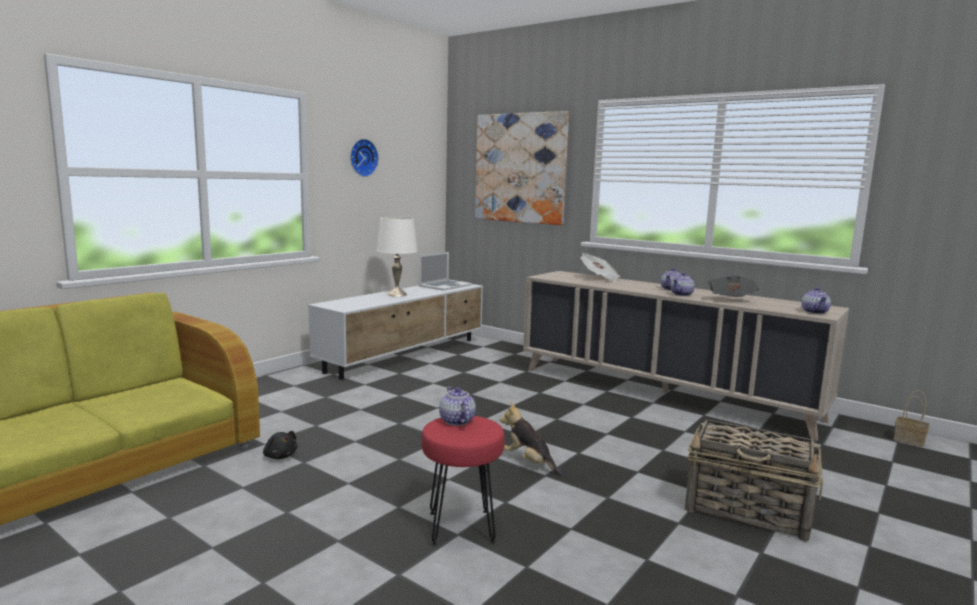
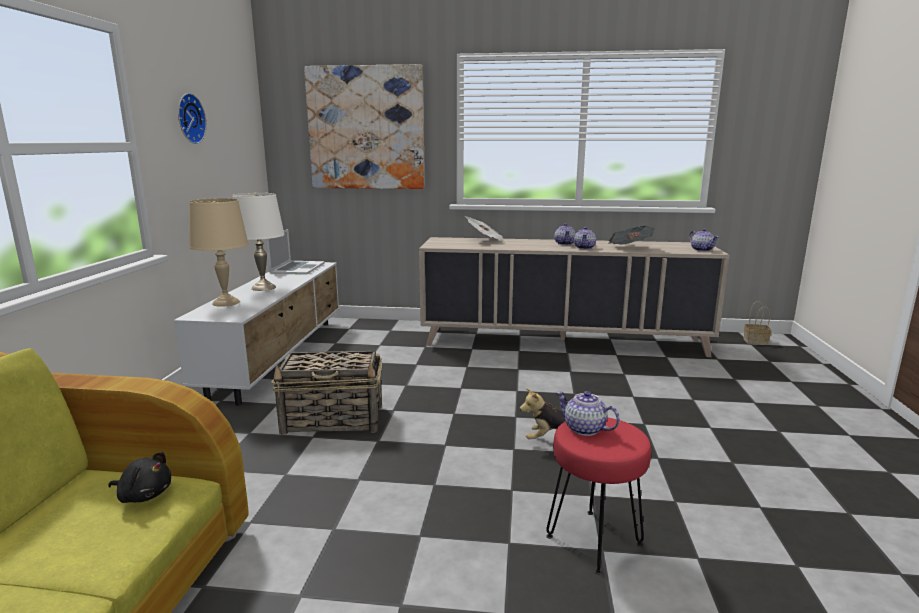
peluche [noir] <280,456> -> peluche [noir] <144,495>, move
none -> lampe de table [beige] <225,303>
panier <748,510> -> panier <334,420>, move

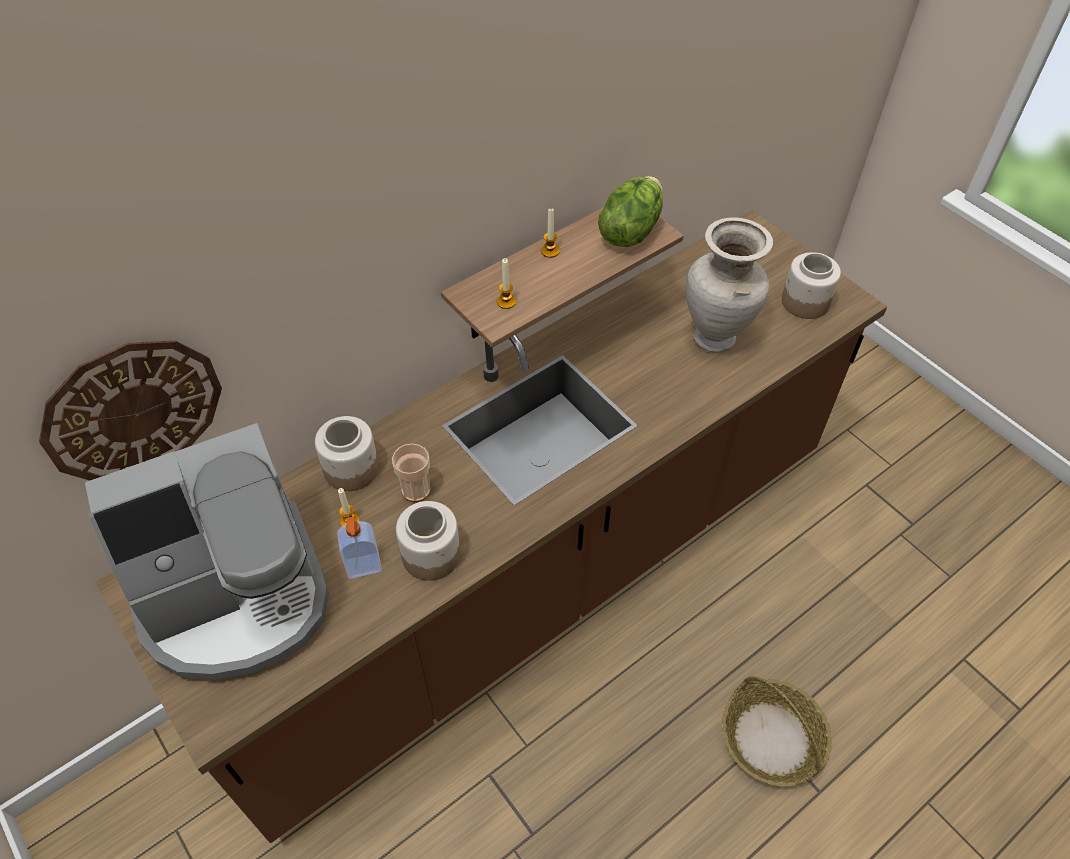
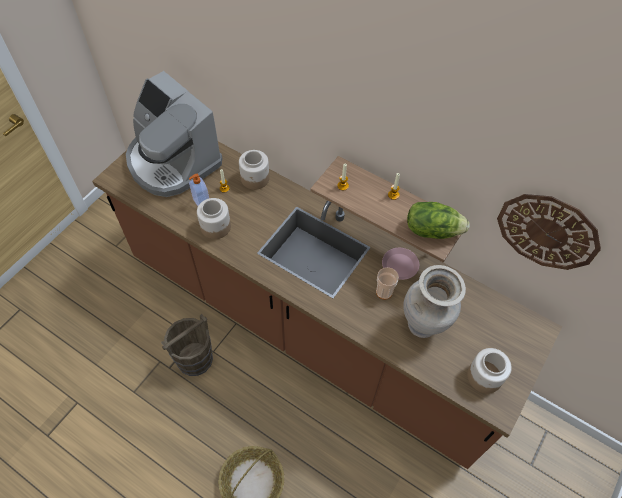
none -> seau [marron] <194,359>
tasse <416,490> -> tasse <384,292>, move
none -> assiette [rose] <399,265>
horloge murale <133,411> -> horloge murale <547,231>, move

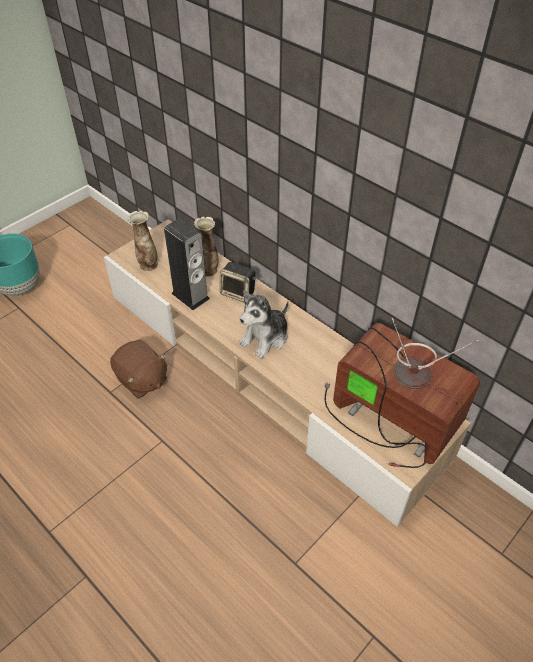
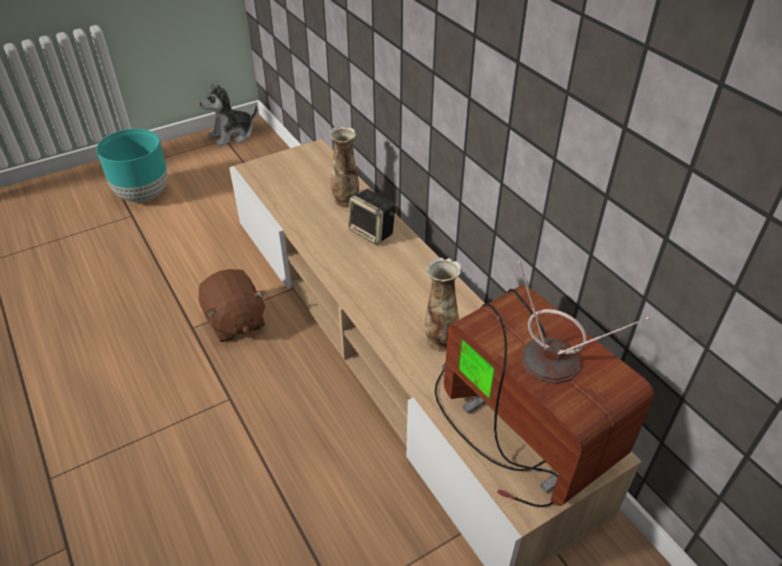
peluche <265,338> -> peluche <232,135>, move
vase <148,265> -> vase <440,340>, move
enceinte <190,296> -> none

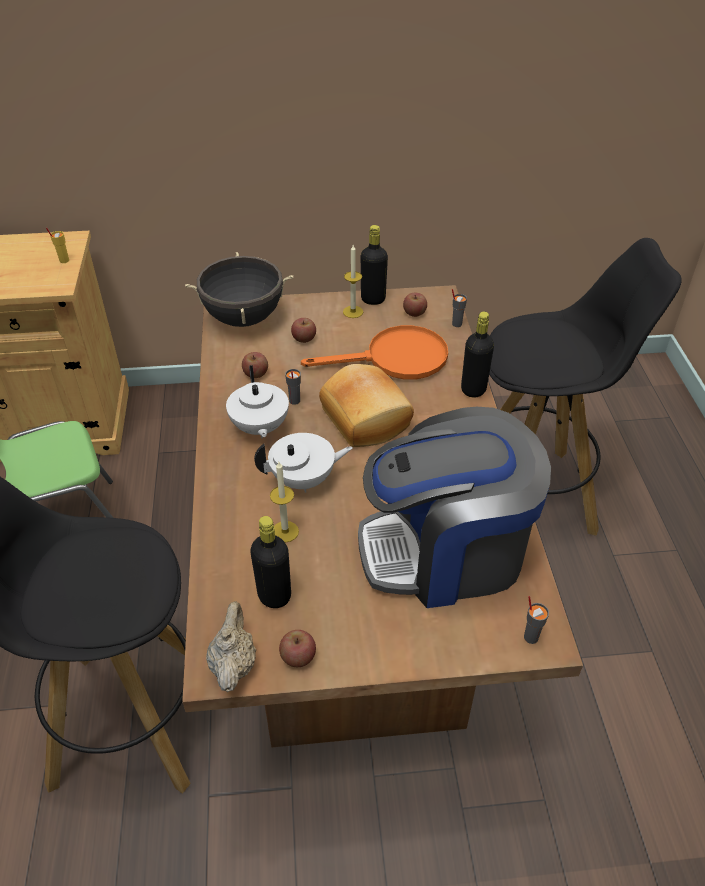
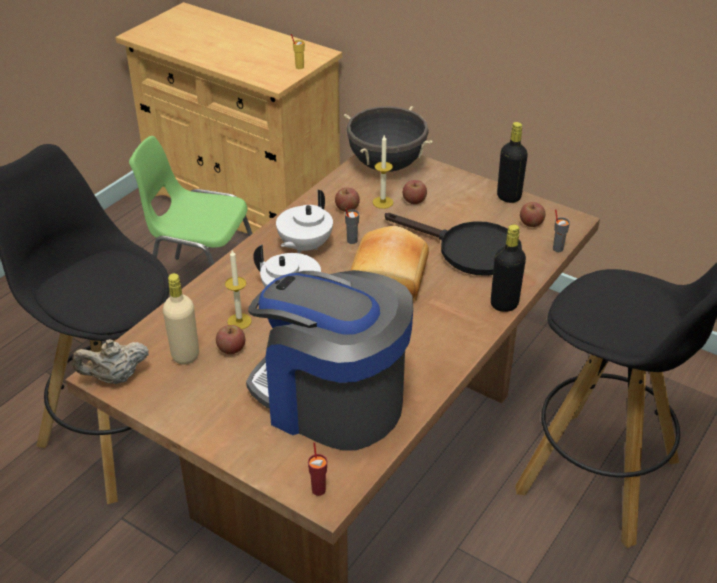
théière [beige] <233,664> -> théière [beige] <115,378>, 150 degrees counterclockwise
bouteille [noir] <274,595> -> bouteille [beige] <185,355>
pomme <298,656> -> pomme <231,348>, move
tasse [gris] <530,637> -> tasse [rouge] <318,489>
bougie <353,312> -> bougie <383,202>, move
poêle [orange] <395,359> -> poêle [noir] <468,250>

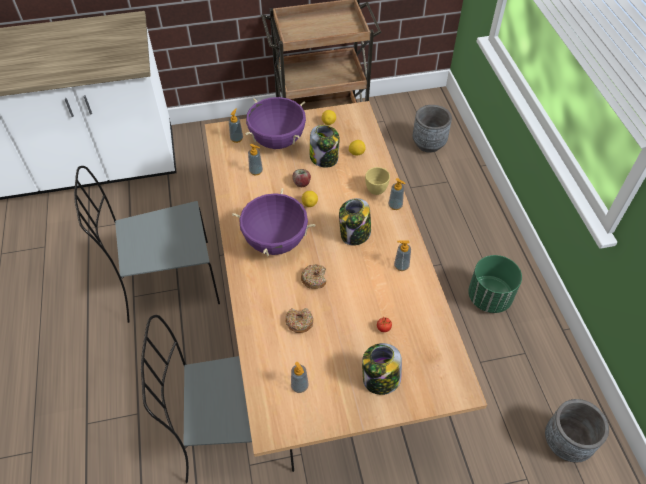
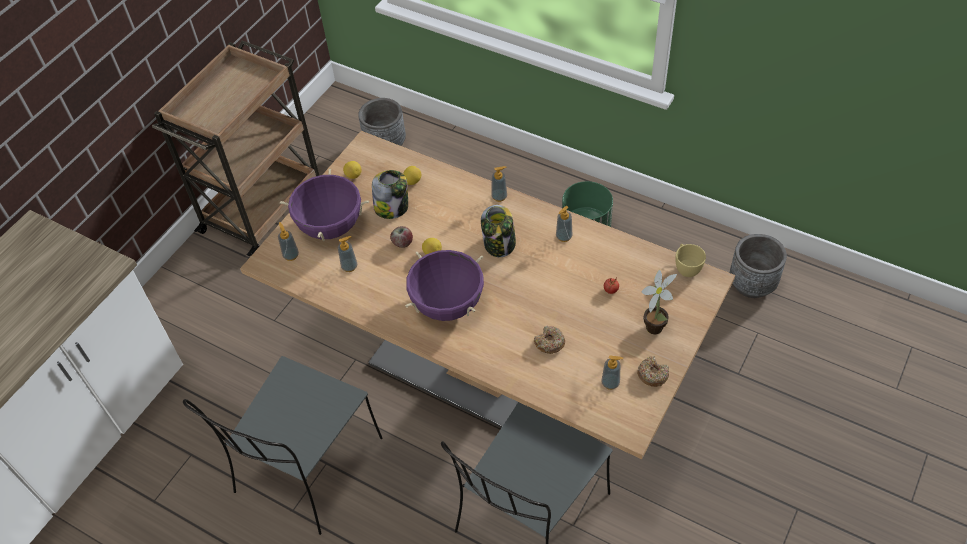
beignet <314,279> -> beignet <652,374>, move
bocal <380,380> -> plante en pot <654,325>
tasse [jaune] <377,188> -> tasse [jaune] <686,268>, move

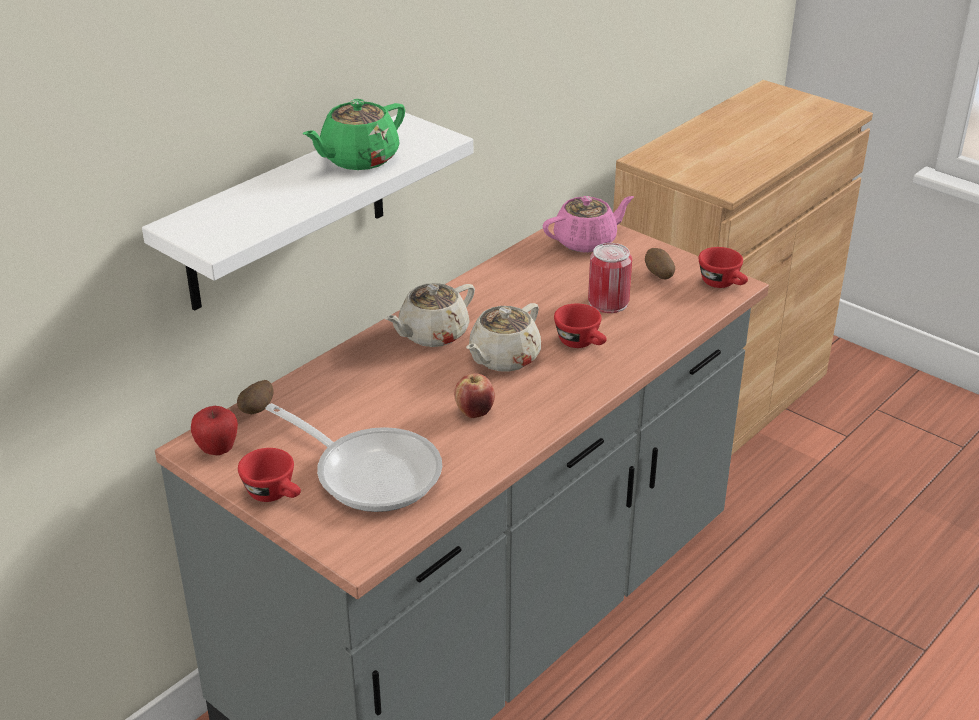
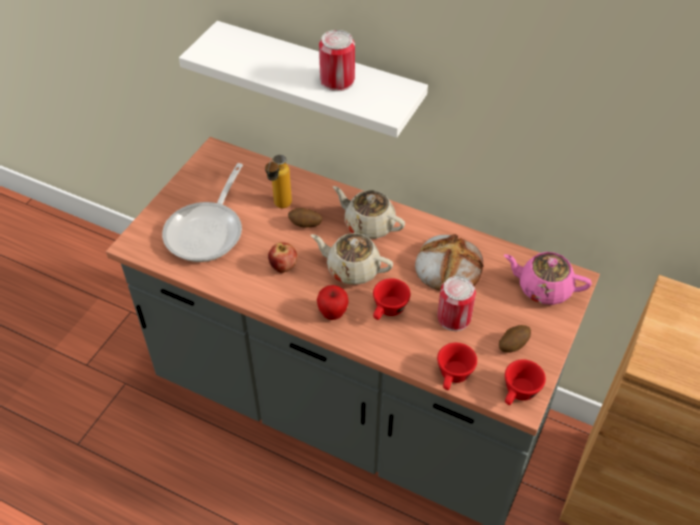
none -> bouteille <280,208>
pomme de terre <257,410> -> pomme de terre <305,225>, move
pomme <218,450> -> pomme <332,313>, move
théière [vert] <358,159> -> boîte métallique <337,80>
none -> pain <448,266>
tasse [rouge] <275,494> -> tasse [rouge] <453,377>, move
théière [rose] <586,241> -> théière [rose] <543,288>, 150 degrees clockwise

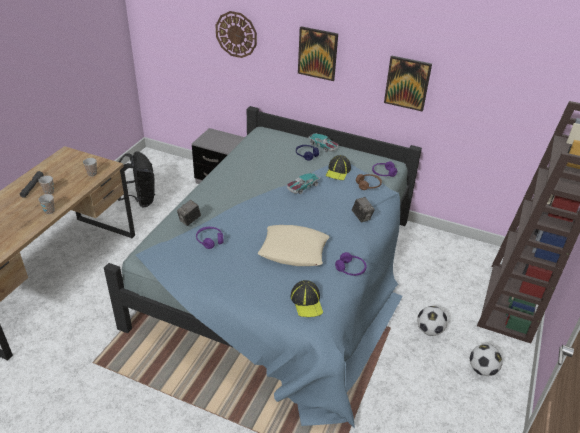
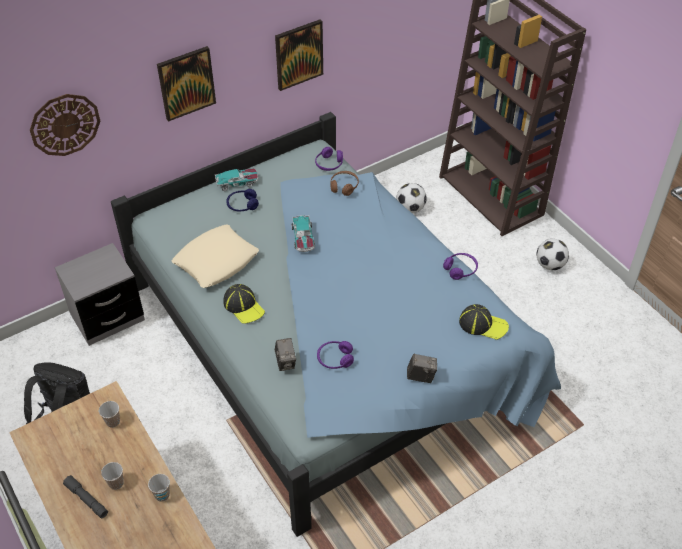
coussin [beige] <294,250> -> coussin [beige] <216,261>, move
casquette <338,171> -> casquette <244,306>, move
ballon de foot <429,330> -> ballon de foot <410,208>, move
appareil photo <362,217> -> appareil photo <421,376>, move

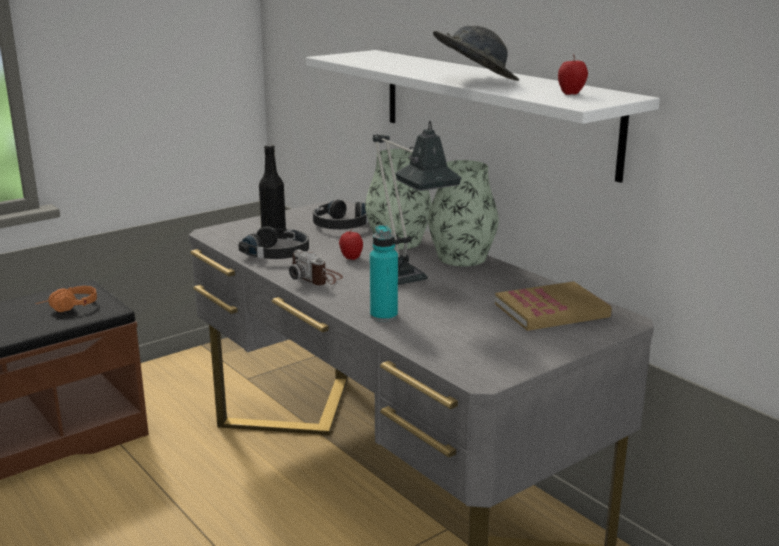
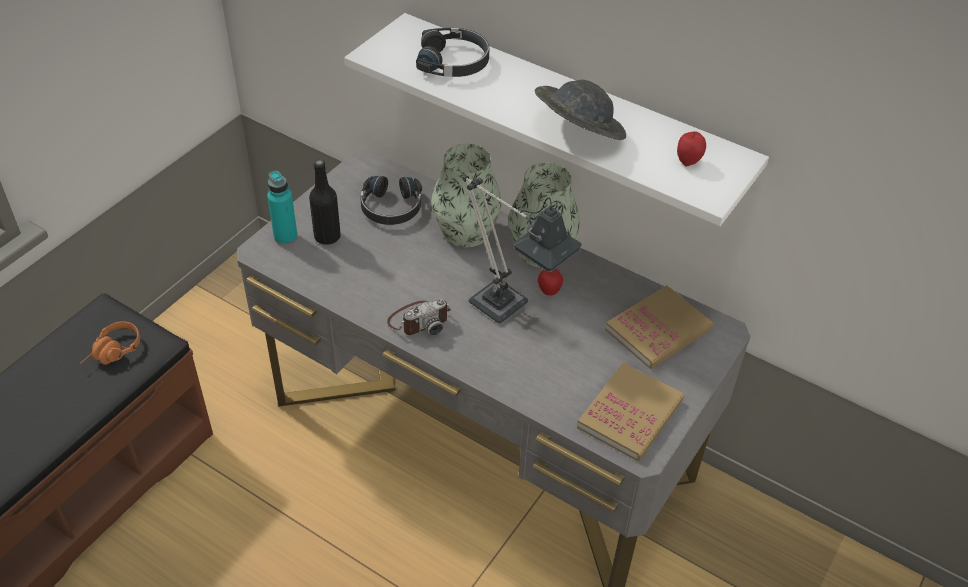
bouteille [turquoise] <384,316> -> bouteille [turquoise] <285,237>, move
appareil photo <316,278> -> appareil photo <419,320>, 60 degrees counterclockwise
casque audio [noir] <278,253> -> casque audio [noir] <454,62>, move
pomme <351,258> -> pomme <549,291>, move
none -> livre <630,414>

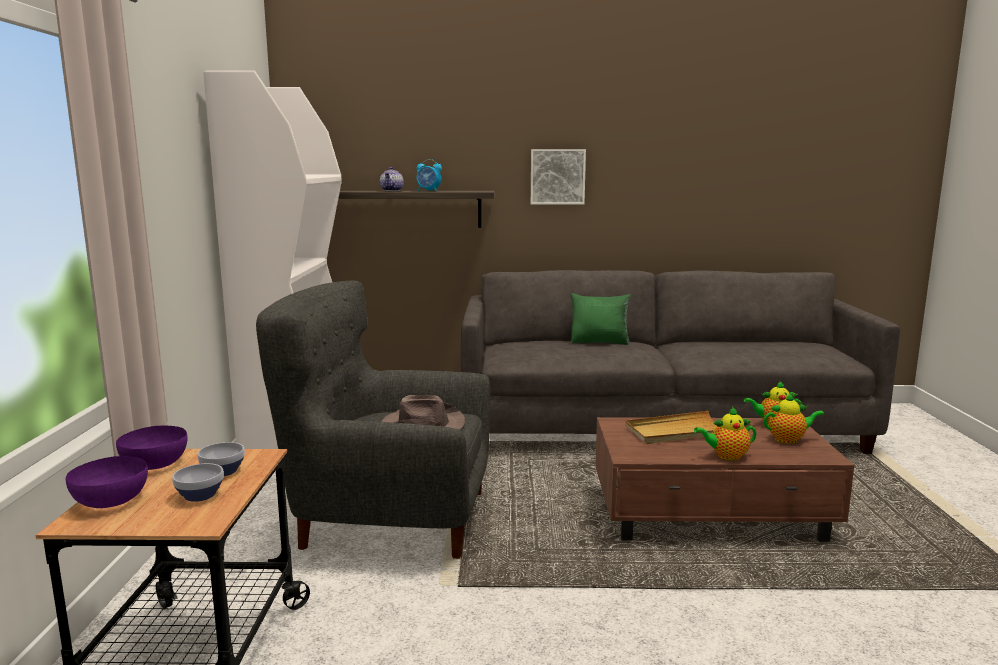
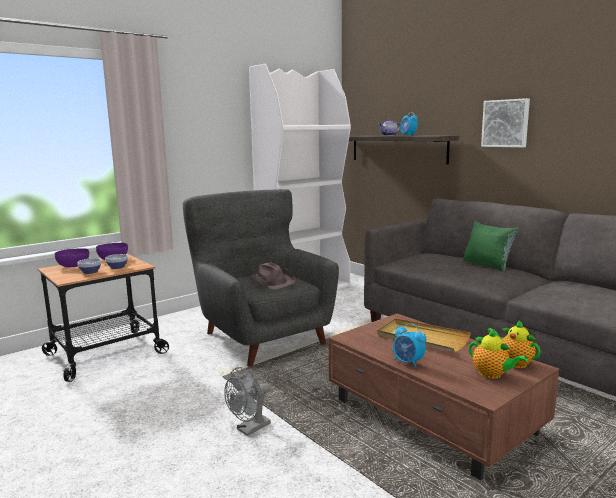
none -> ventilateur [gris] <249,429>
théière <726,456> -> réveil <408,362>

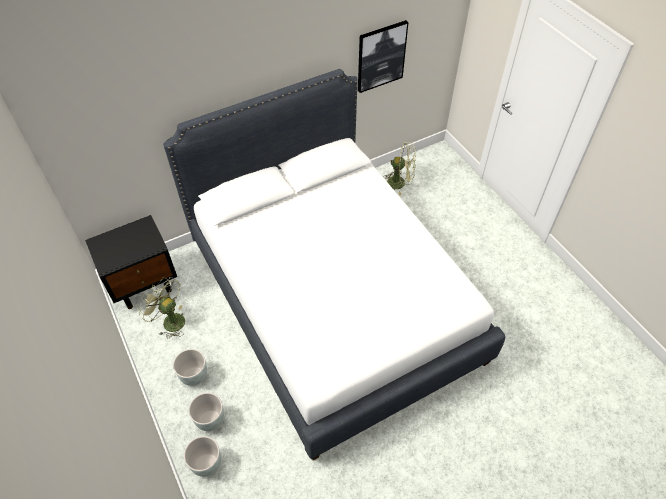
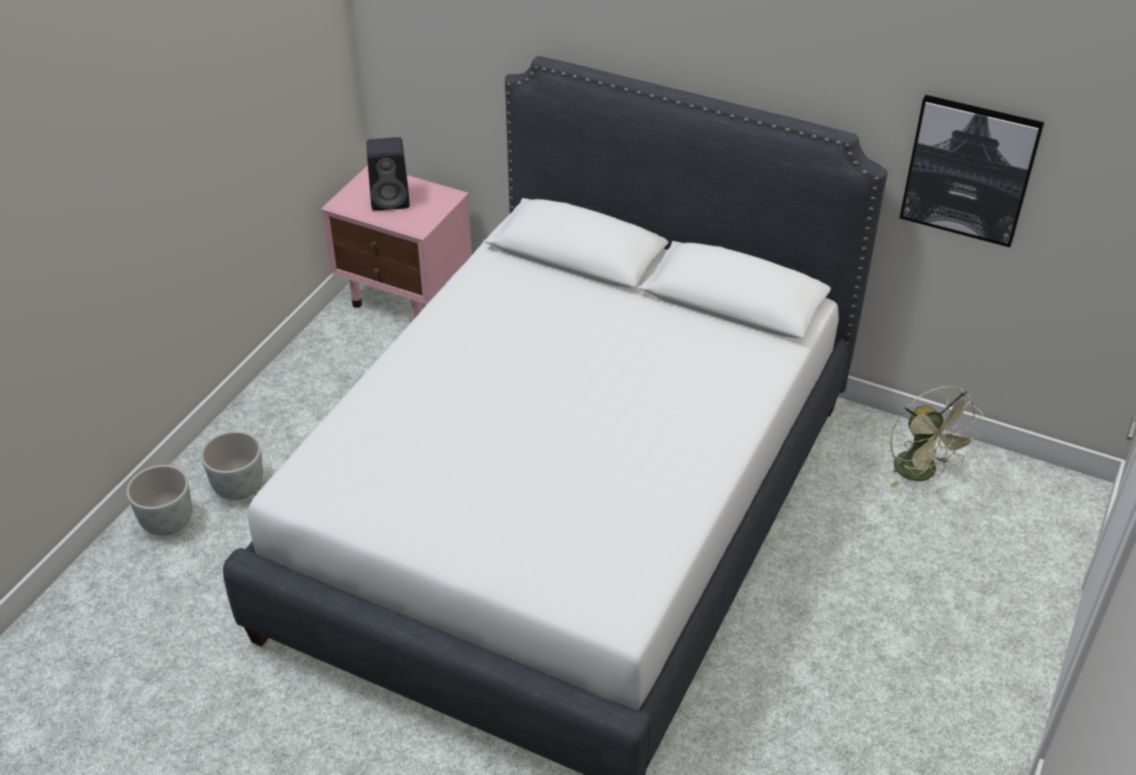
table de chevet [noir] <144,284> -> table de chevet [rose] <406,296>
none -> enceinte [noir] <391,200>
ventilateur [vert] <169,320> -> none
cache-pot [gris] <194,375> -> none

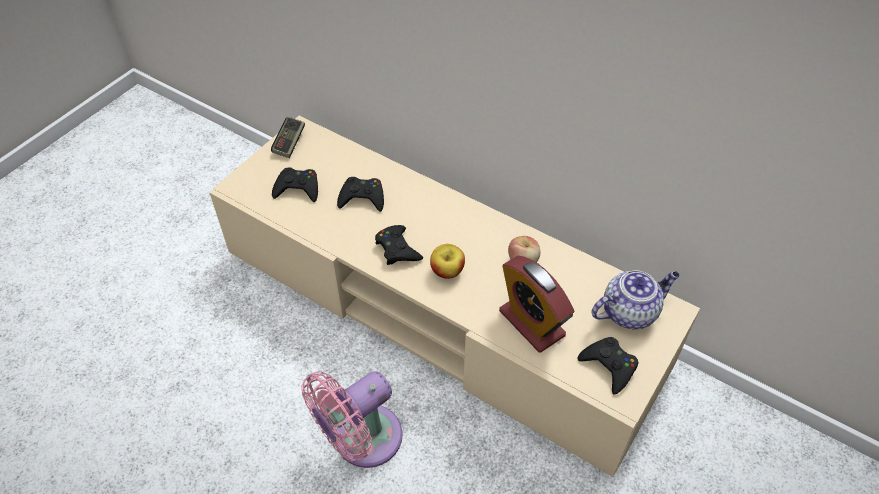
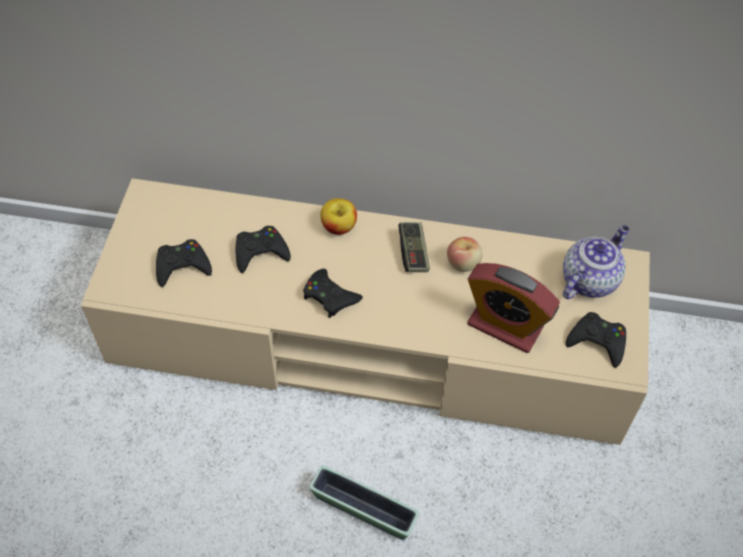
ventilateur [rose] <361,440> -> cache-pot <363,510>
pomme <447,271> -> pomme <339,226>, move
manette <289,143> -> manette <413,253>, move

